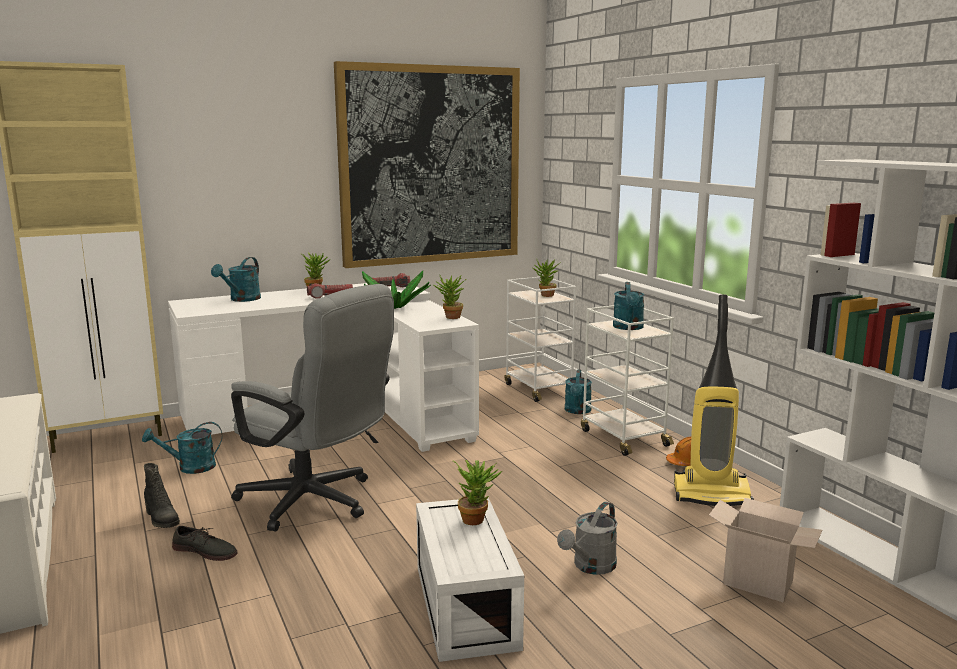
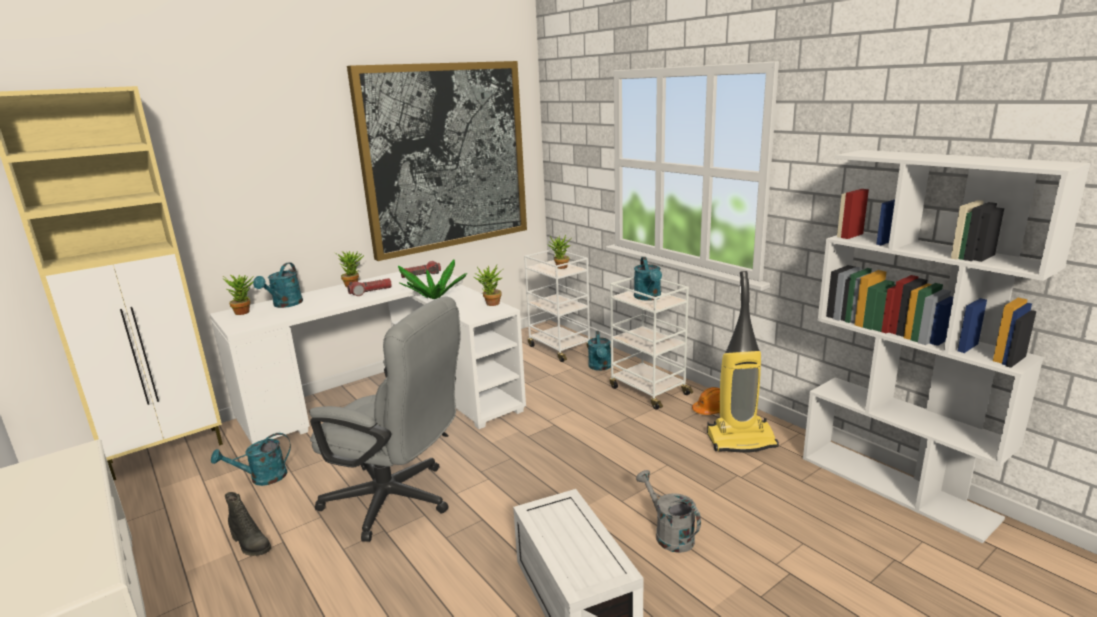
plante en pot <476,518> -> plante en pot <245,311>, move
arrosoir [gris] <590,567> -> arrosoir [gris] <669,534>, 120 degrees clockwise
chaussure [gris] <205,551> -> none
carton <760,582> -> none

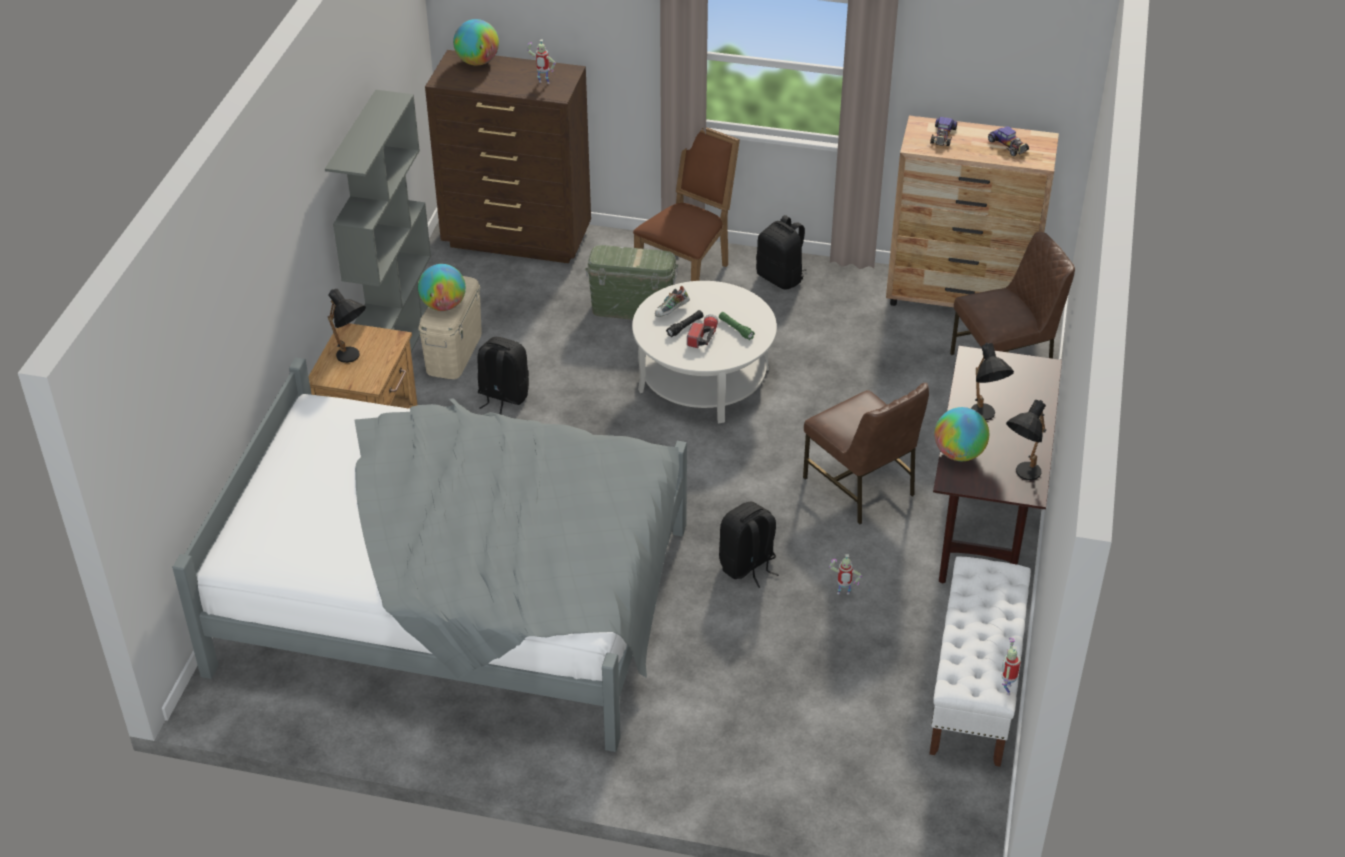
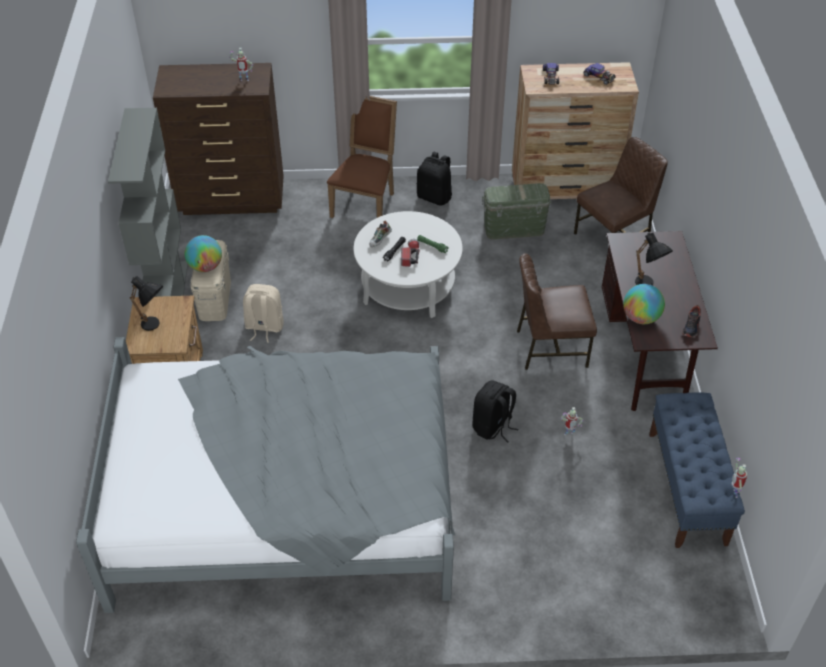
sac à dos [noir] <502,396> -> sac à dos [beige] <264,327>
boîte de rangement [vert] <632,308> -> boîte de rangement [vert] <514,229>, move
chaise [marron] <860,487> -> chaise [marron] <550,347>, 135 degrees clockwise
banc [blanc] <974,688> -> banc [bleu] <687,488>
lampe de table [noir] <1022,476> -> chaussure <691,326>
globe <477,62> -> none

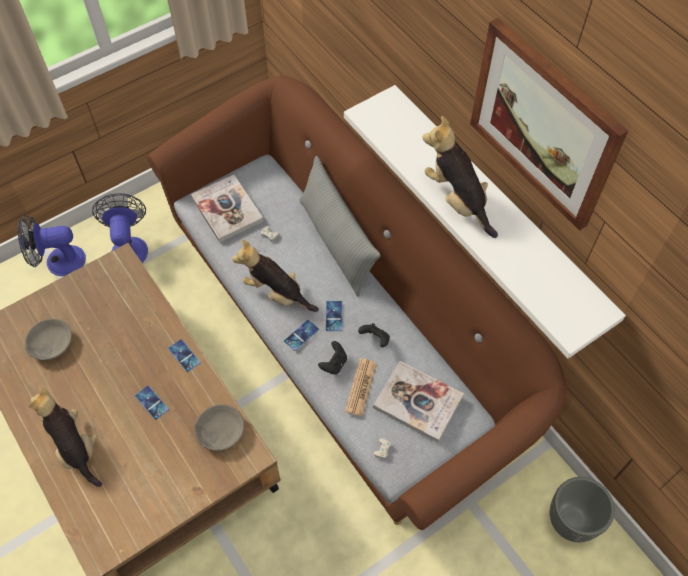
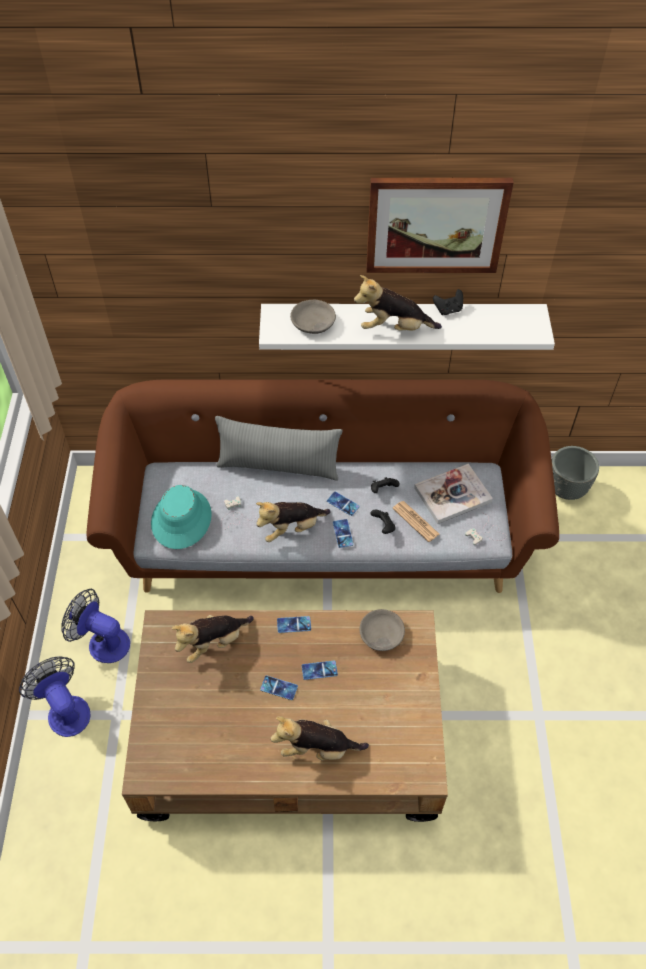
ventilateur <58,262> -> ventilateur <65,709>, 120 degrees clockwise
livre <227,209> -> chapeau [turquoise] <181,519>
none -> peluche <214,643>
none -> téléphone <279,688>
bol [gris] <50,344> -> bol [gris] <313,323>, move
none -> manette [noir] <448,310>

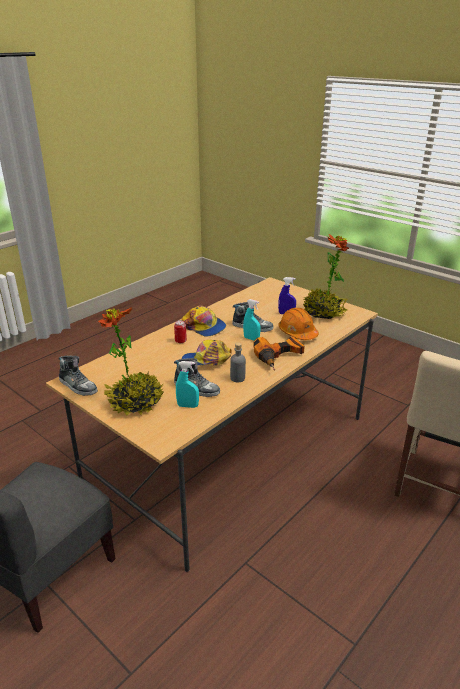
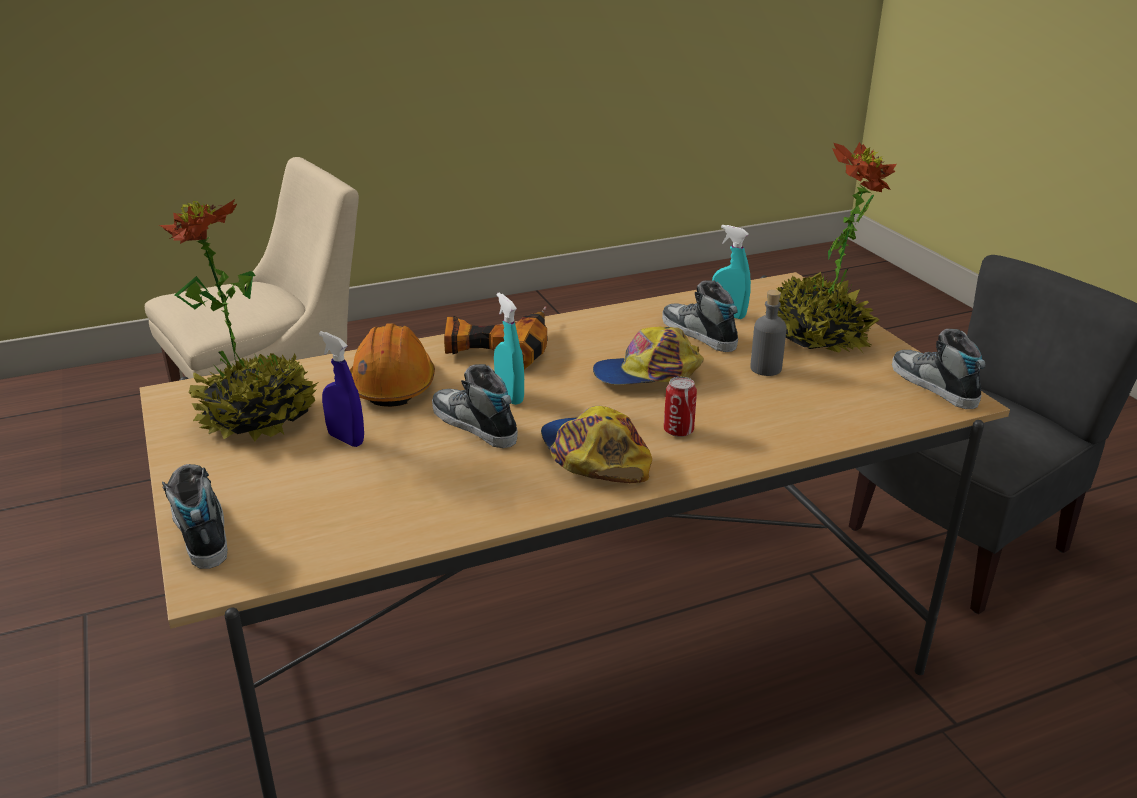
none -> chaussure <200,530>
casquette <206,360> -> casquette <648,374>, 150 degrees clockwise
bouteille [gris] <237,378> -> bouteille [gris] <765,368>, move

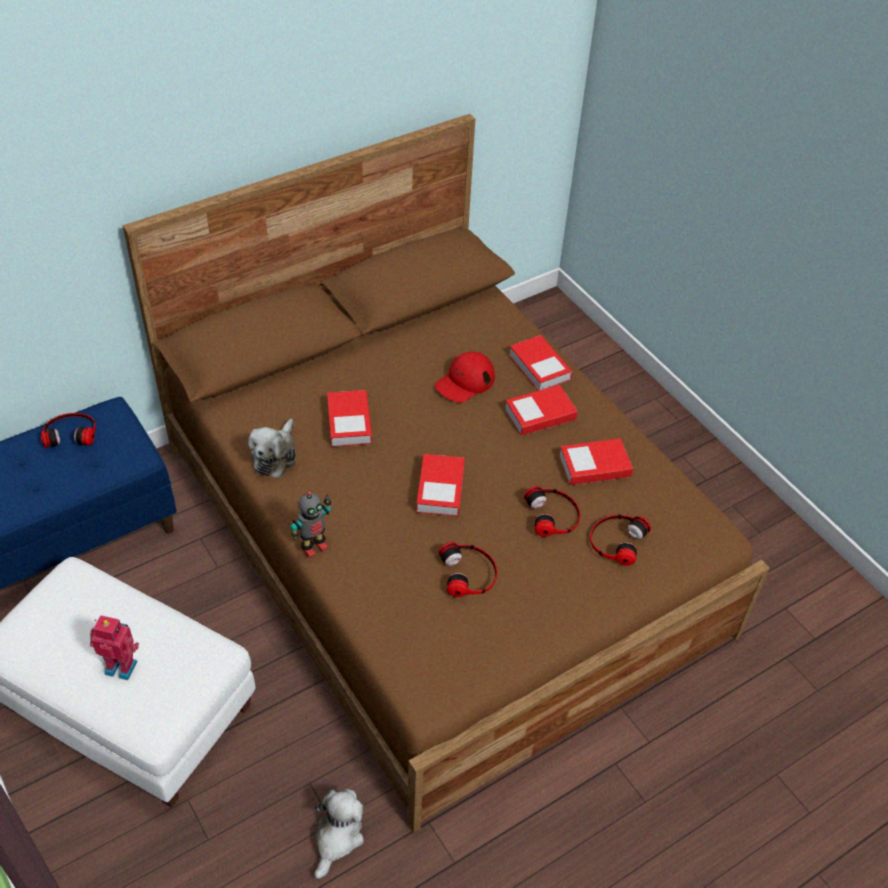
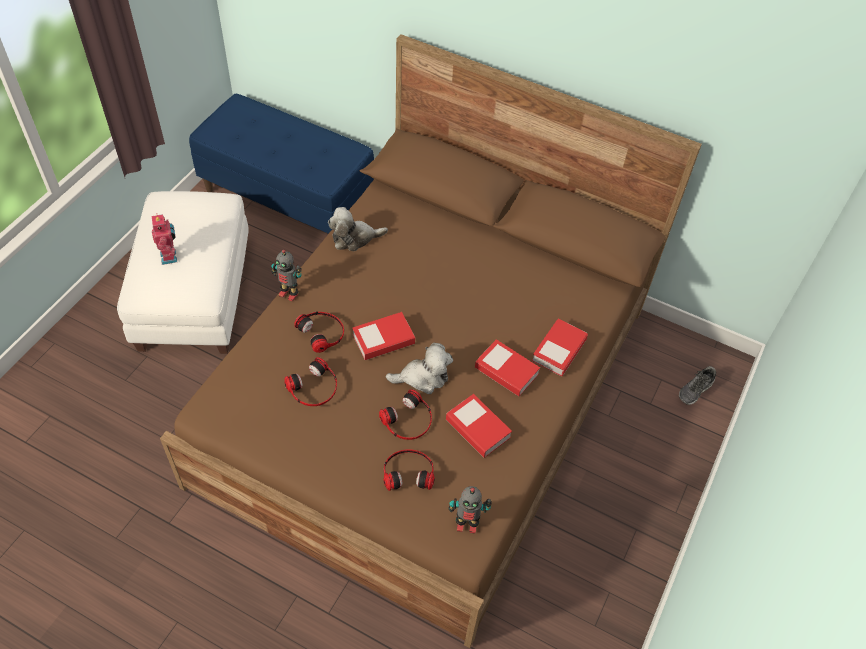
casque audio <70,433> -> casque audio <322,332>, move
peluche <337,837> -> peluche <423,377>, move
none -> robot jouet <466,524>
none -> chaussure <695,390>
livre <349,422> -> none
casquette [rouge] <465,382> -> none

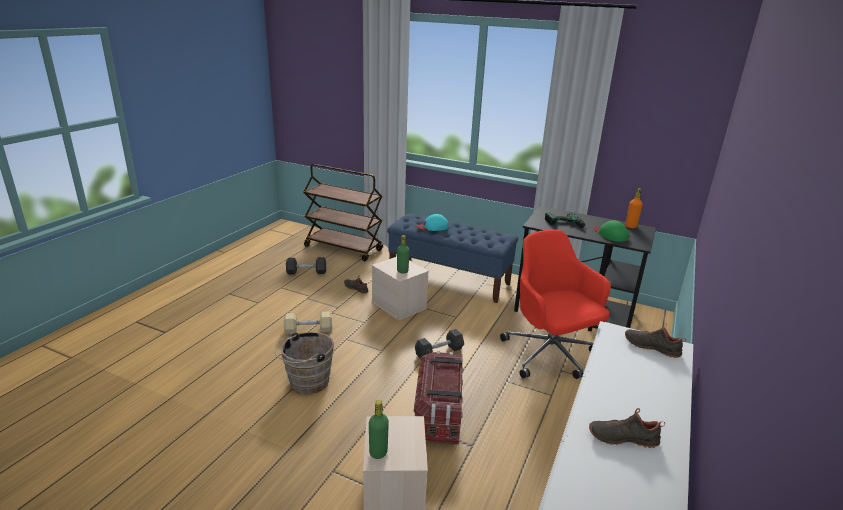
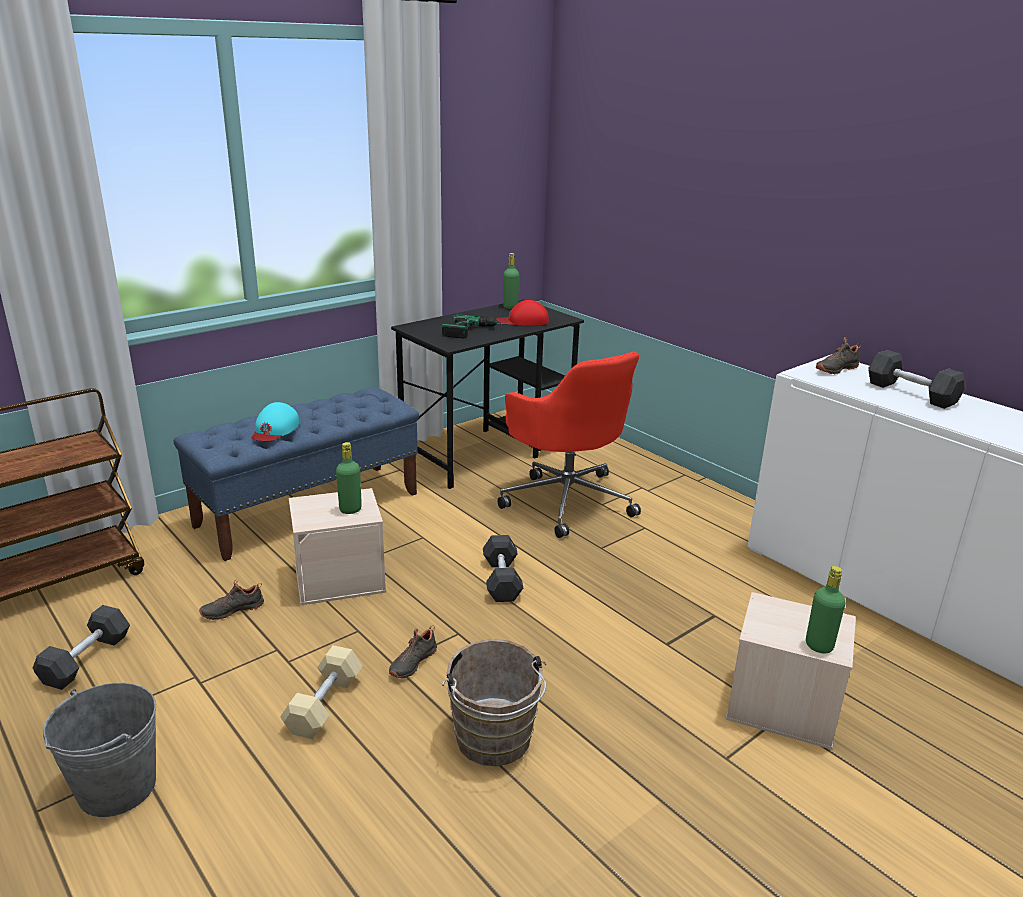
none -> seau [gris] <117,787>
chaussure [noir] <622,437> -> chaussure [noir] <412,662>, move
casquette [vert] <610,234> -> casquette [rouge] <523,321>
chaise de bureau [rouge] <550,355> -> chaise de bureau [rouge] <567,500>, 120 degrees counterclockwise
bouteille [orange] <630,226> -> bouteille [vert] <510,307>
none -> haltère [gris] <911,393>
boîte de rangement <439,412> -> none

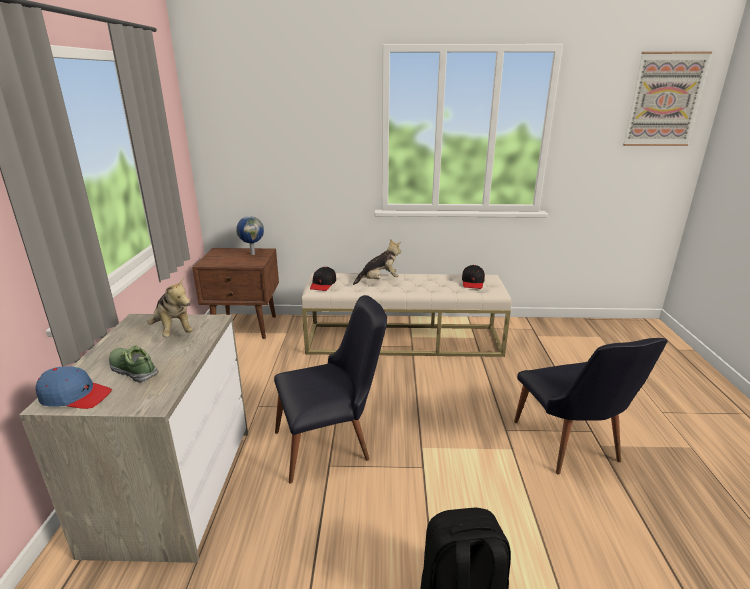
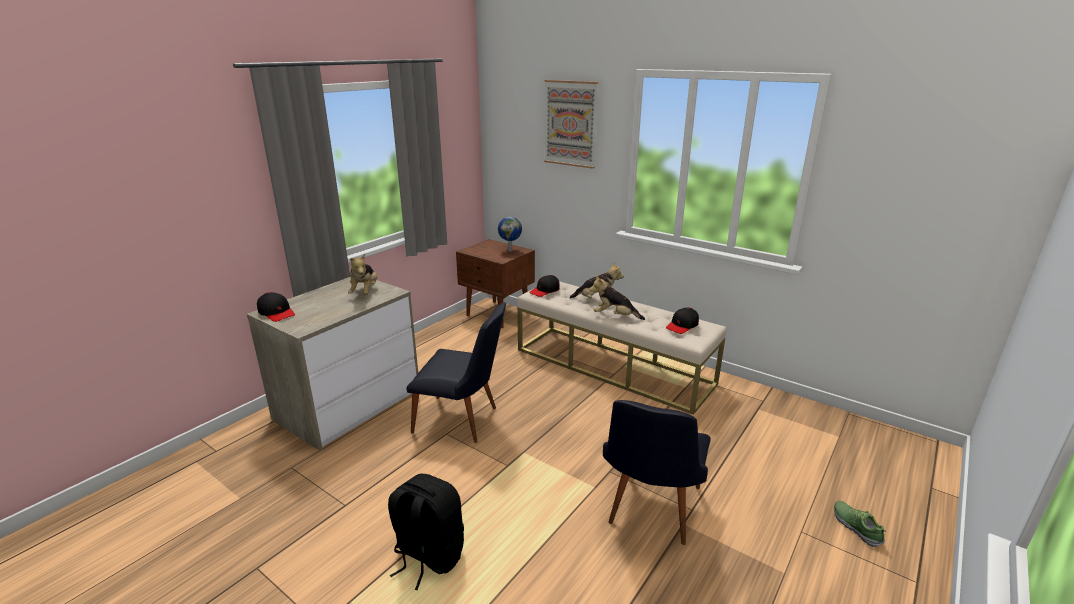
casquette [bleu] <75,396> -> casquette [noir] <277,313>
tableau <664,100> -> tableau <570,124>, move
none -> peluche <614,316>
chaussure <133,370> -> chaussure <856,527>, move

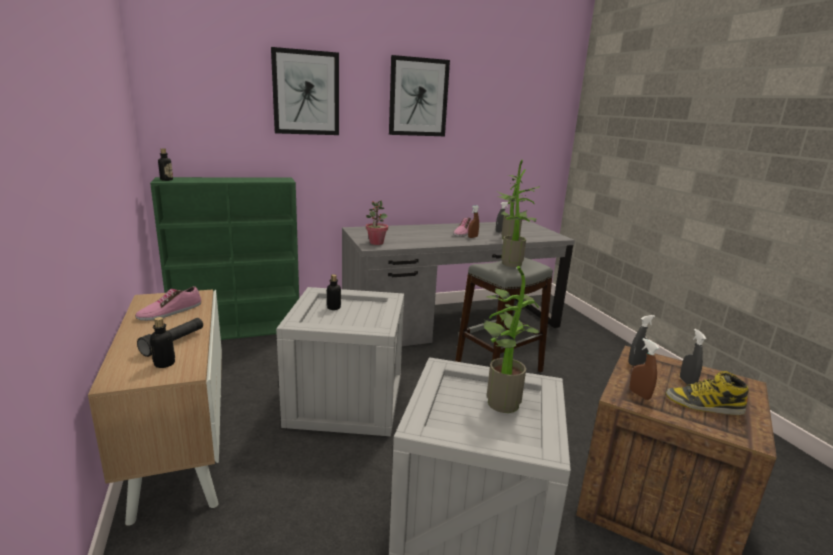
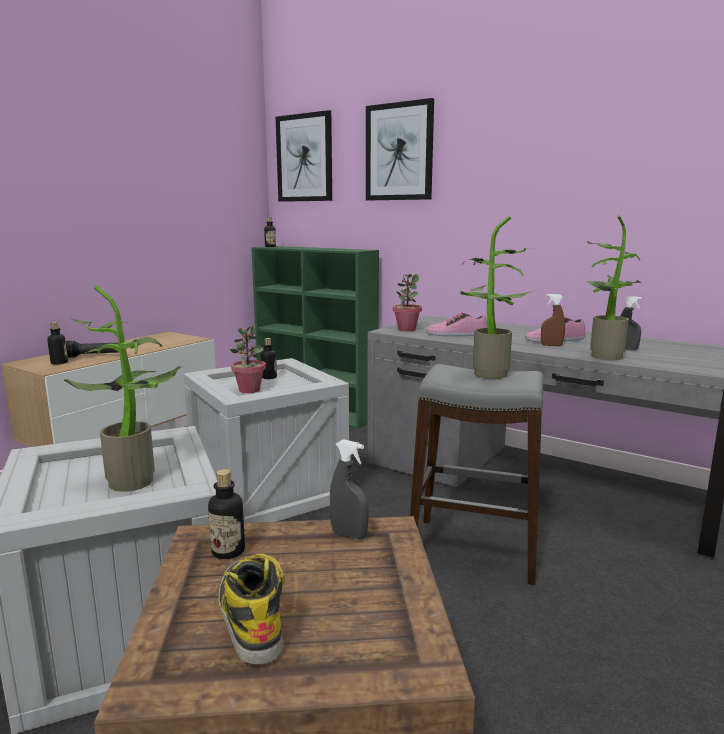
vaporisateur [marron] <639,394> -> bouteille <228,551>
none -> plante en pot <249,390>
tableau <418,97> -> tableau <304,158>, move
chaussure <170,312> -> chaussure <456,334>, move
vaporisateur [gris] <687,382> -> none

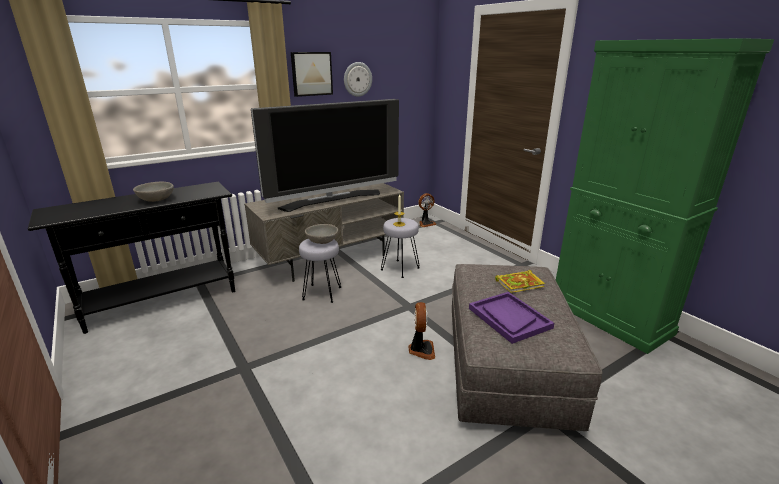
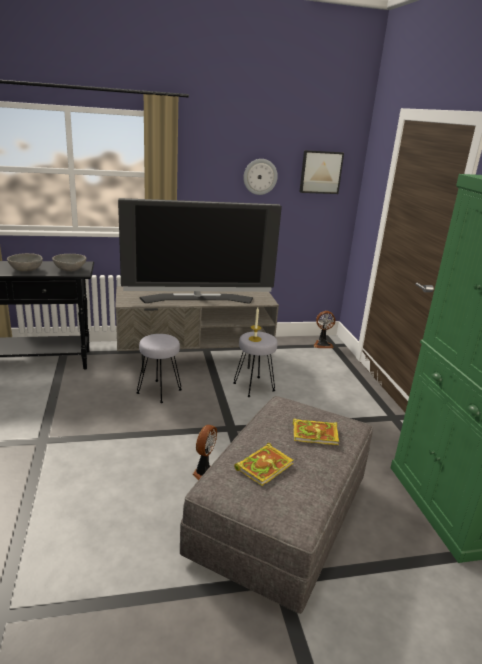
bol [gris] <322,241> -> bol [gris] <70,270>, move
plateau [violet] <509,318> -> livre <264,466>
tableau <311,74> -> tableau <320,172>, move

